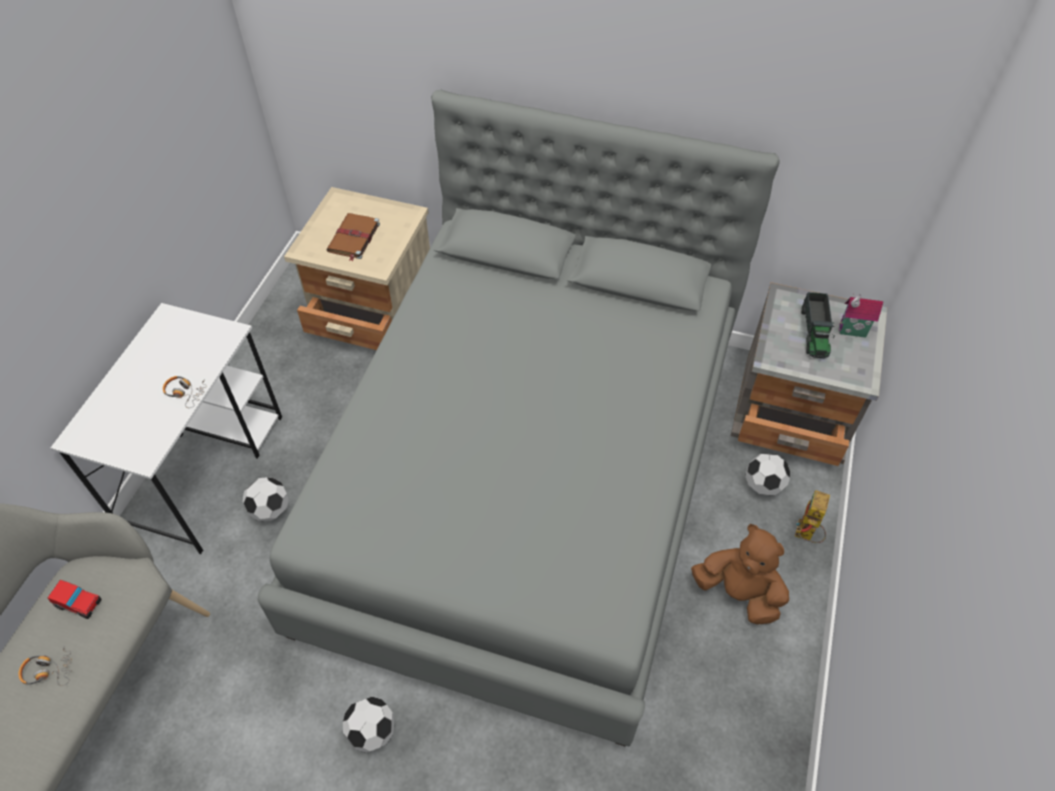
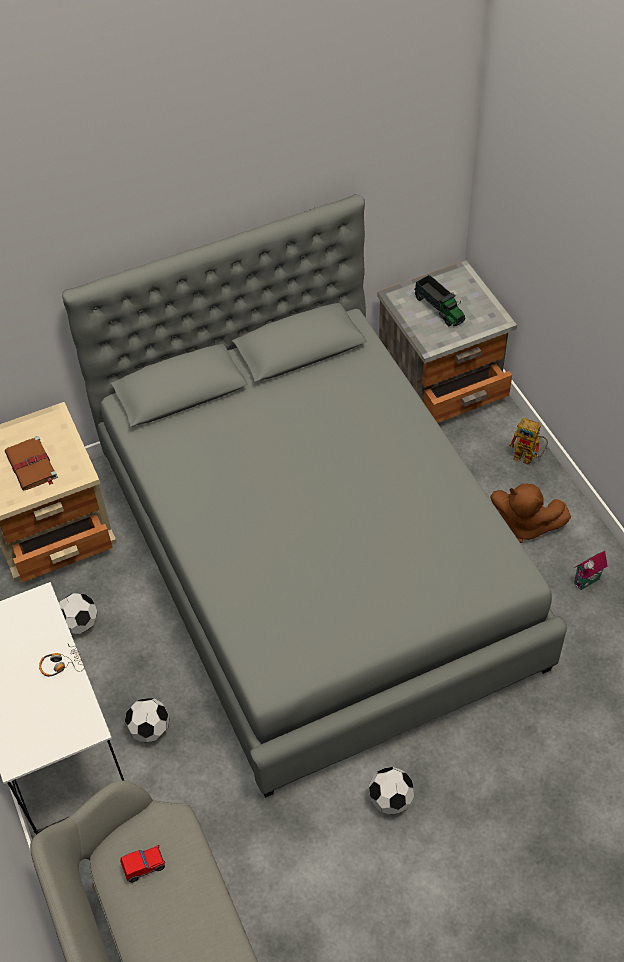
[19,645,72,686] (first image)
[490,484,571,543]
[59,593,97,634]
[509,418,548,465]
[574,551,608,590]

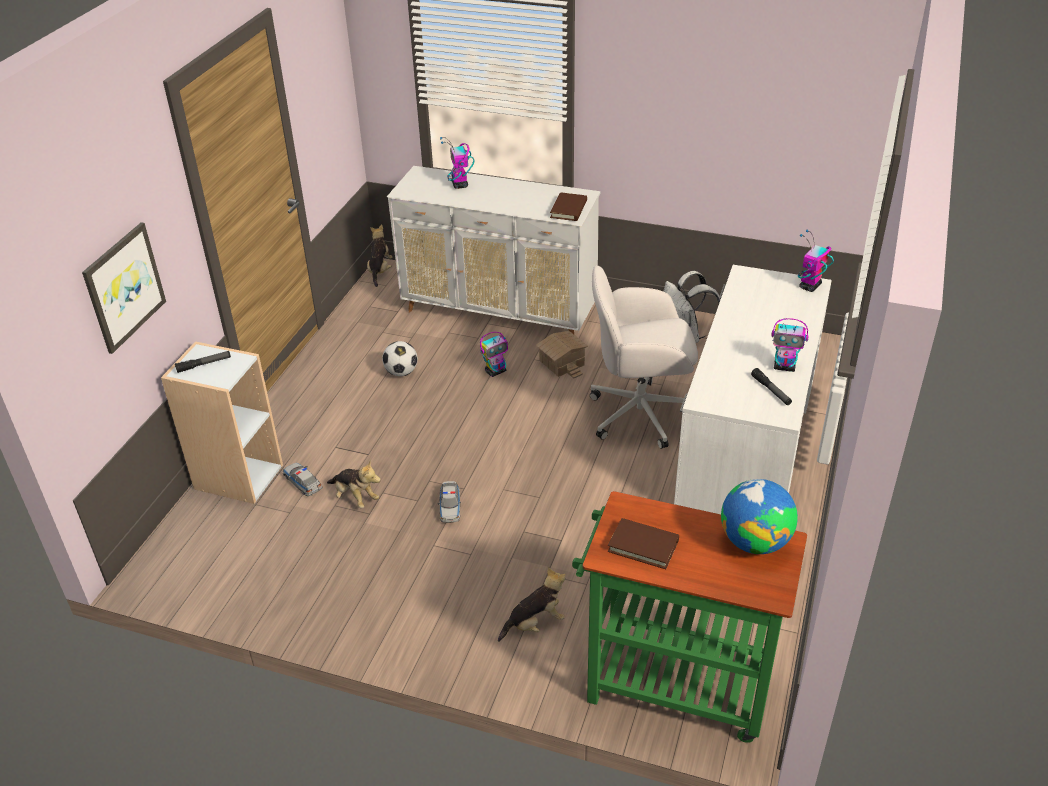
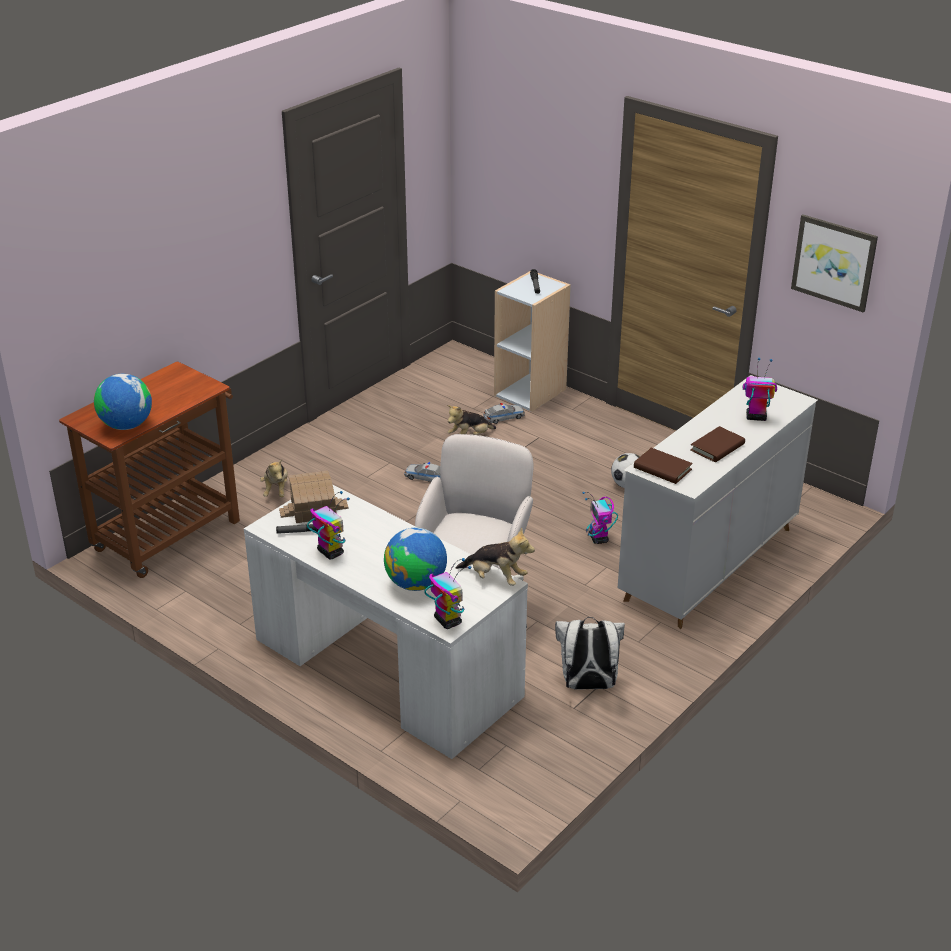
[791,215,878,313]
[456,527,535,586]
[279,471,349,523]
[59,362,240,578]
[690,426,745,462]
[307,491,350,559]
[384,528,447,591]

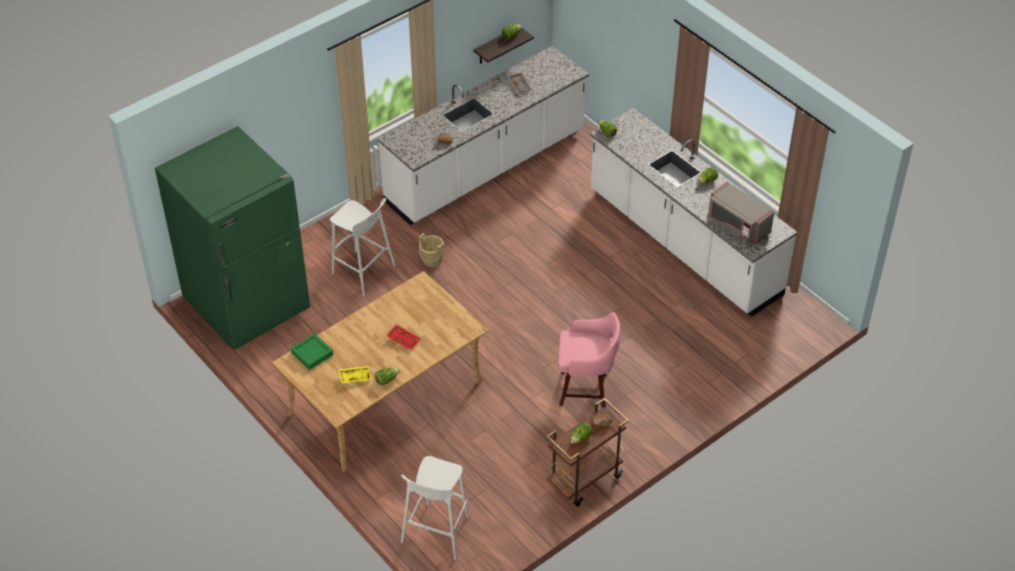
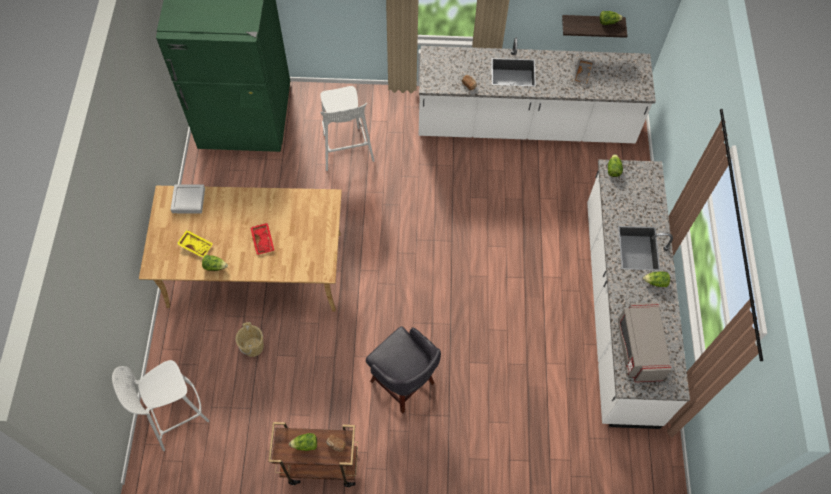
[171,184,205,214]
[236,322,264,357]
[366,326,441,414]

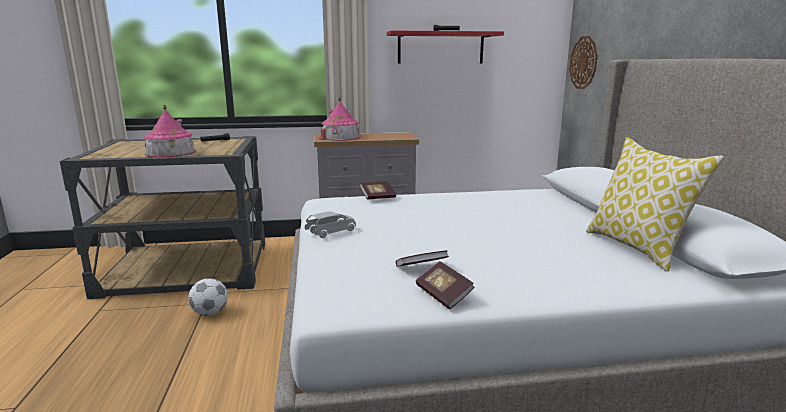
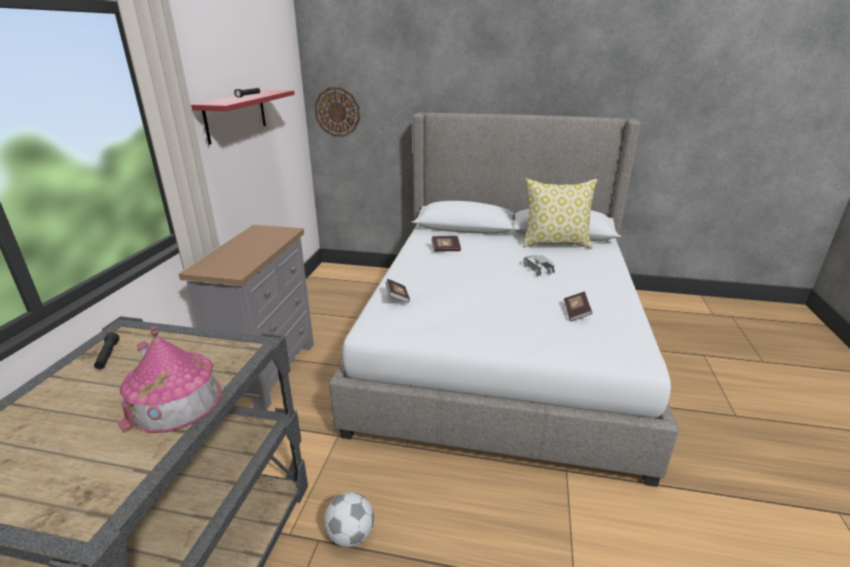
[523,255,555,276]
[318,97,361,141] (first image)
[431,236,461,252]

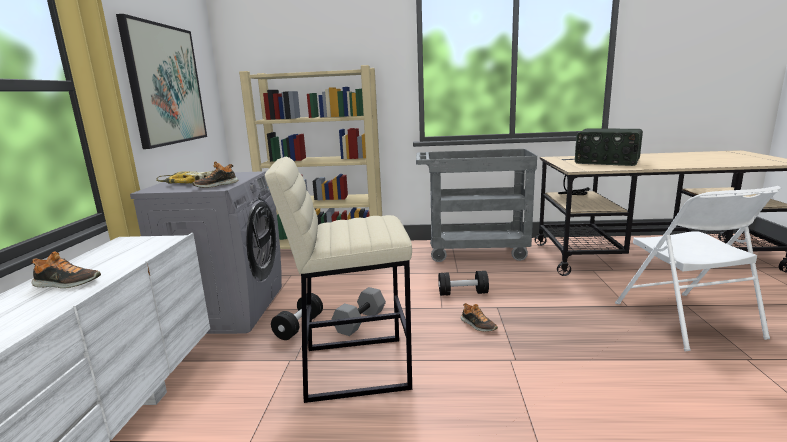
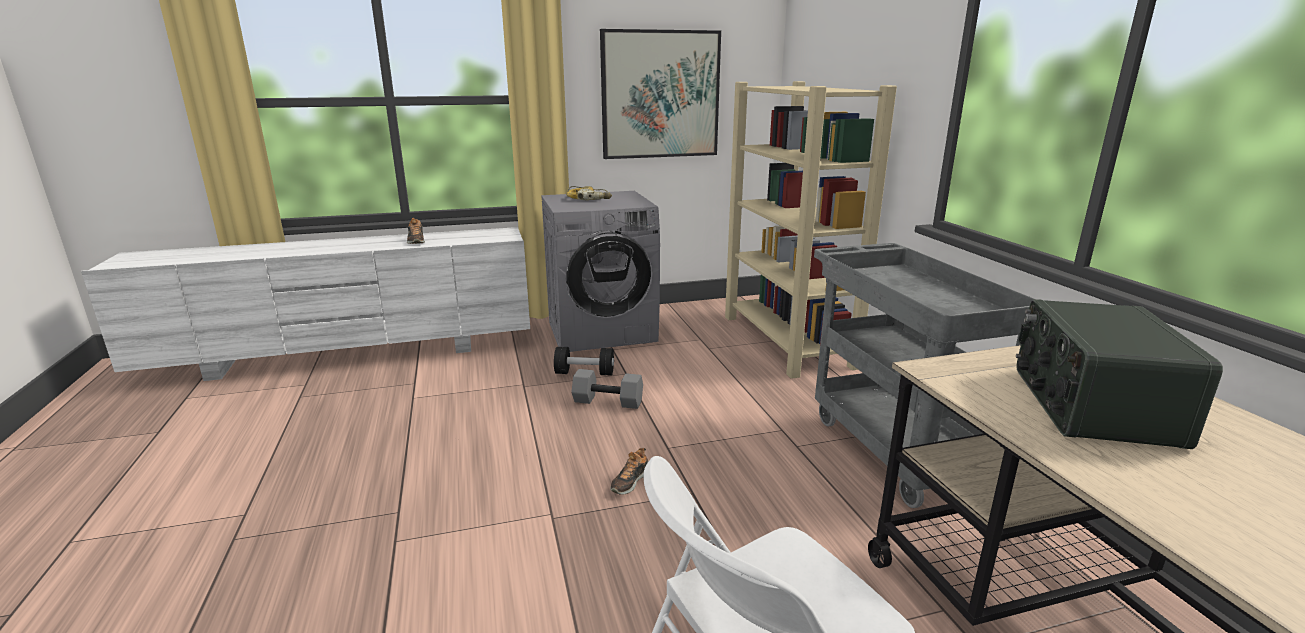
[192,161,238,188] (first image)
[265,157,412,403] (first image)
[438,271,489,296] (first image)

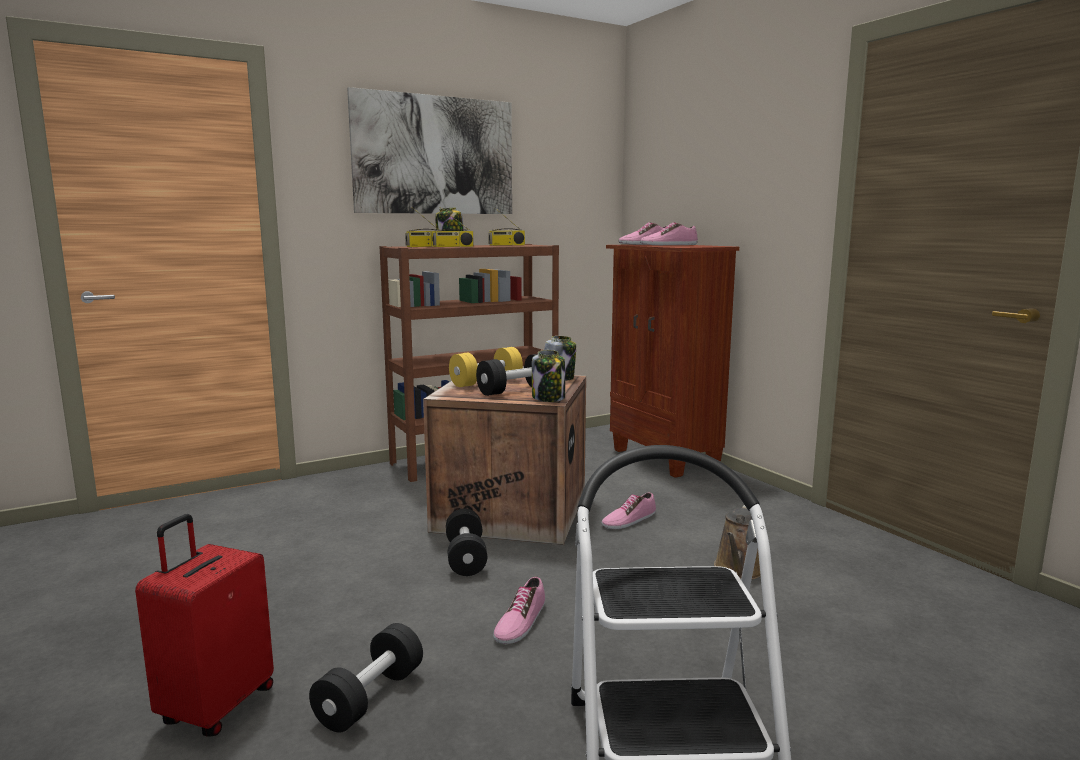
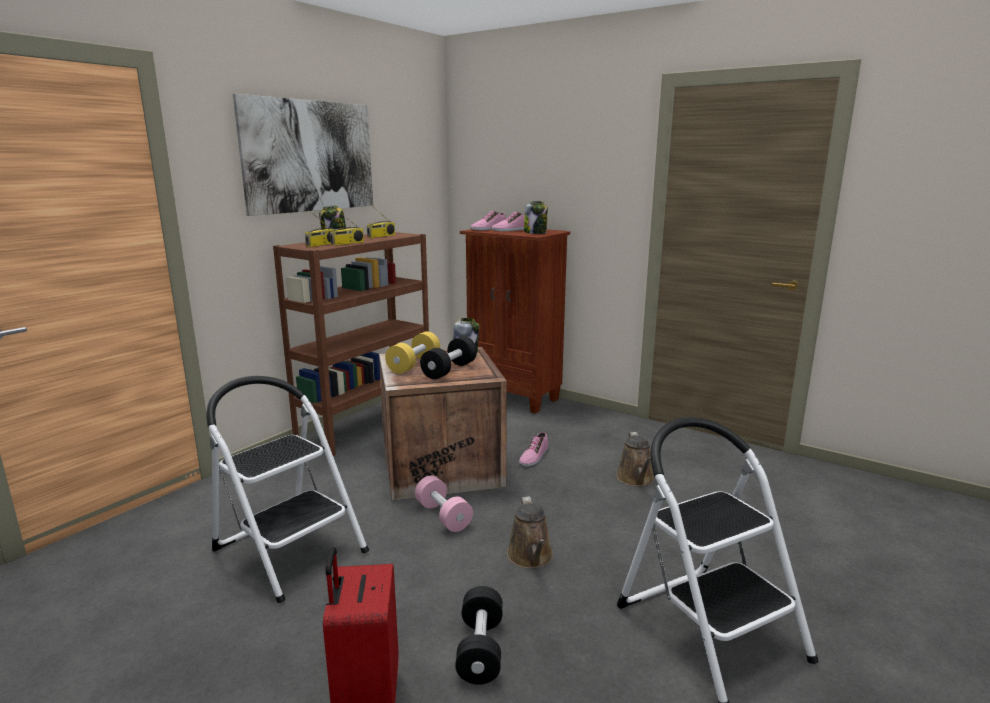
[415,475,473,532]
[507,496,554,569]
[524,201,548,234]
[206,376,369,603]

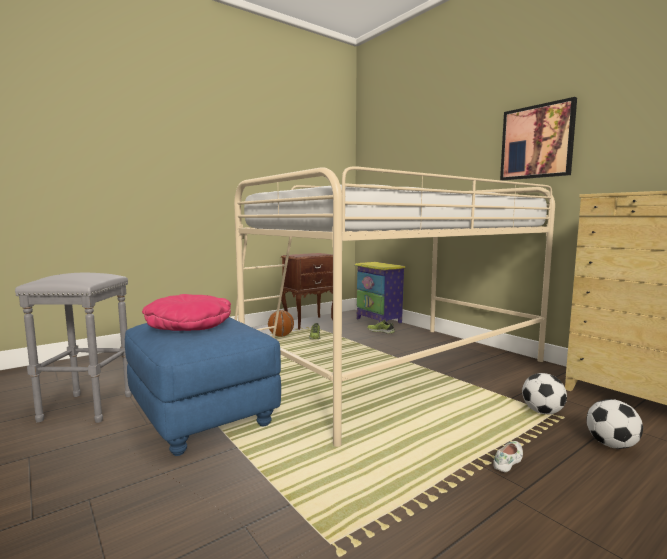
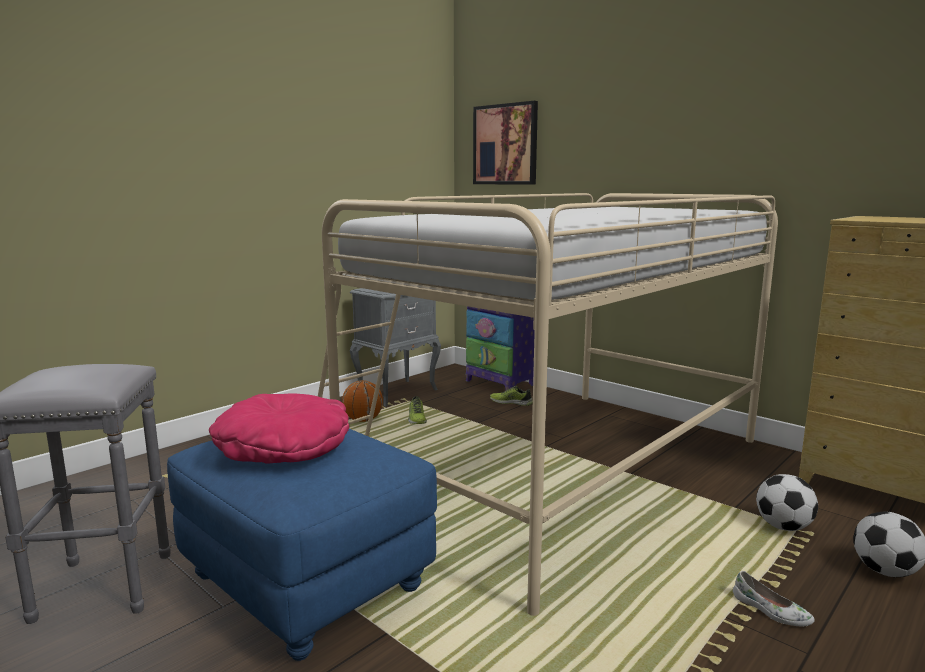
[350,288,441,407]
[733,571,815,626]
[473,101,538,184]

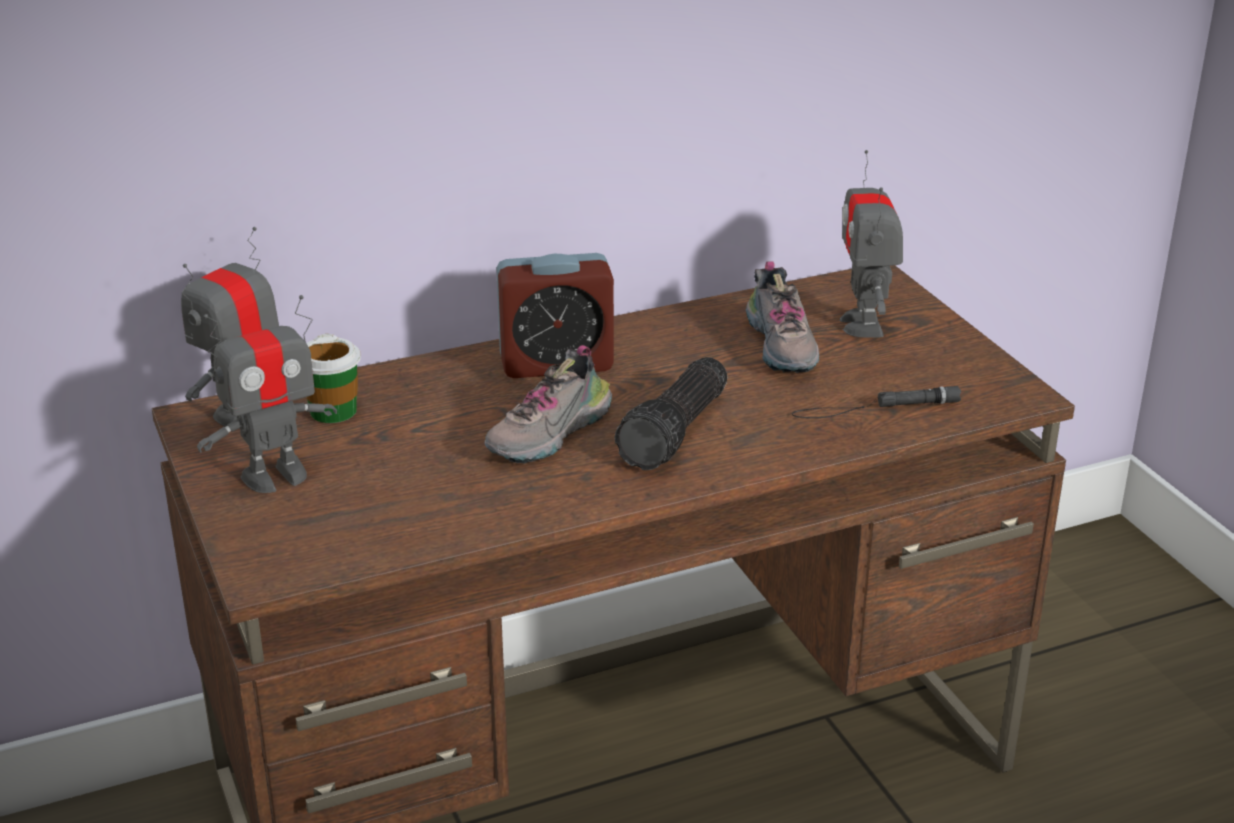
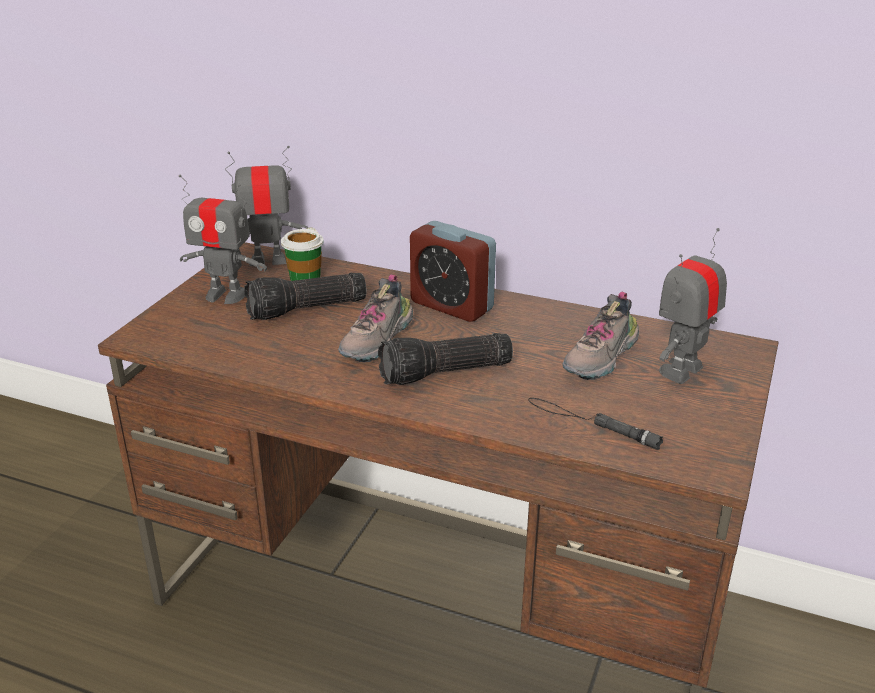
[338,274,413,362]
[244,273,367,320]

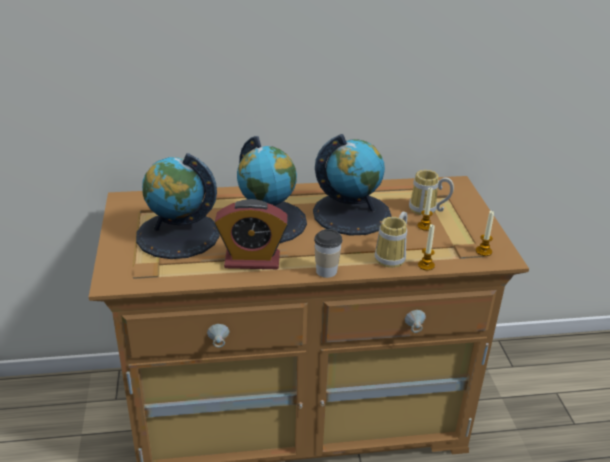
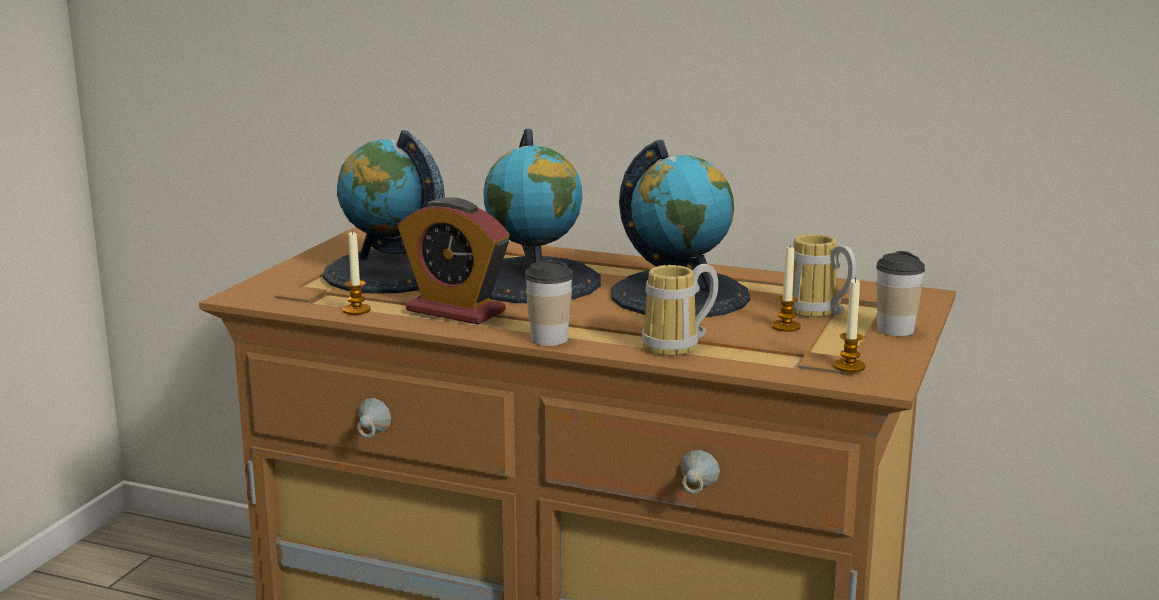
[343,230,371,315]
[876,251,925,336]

